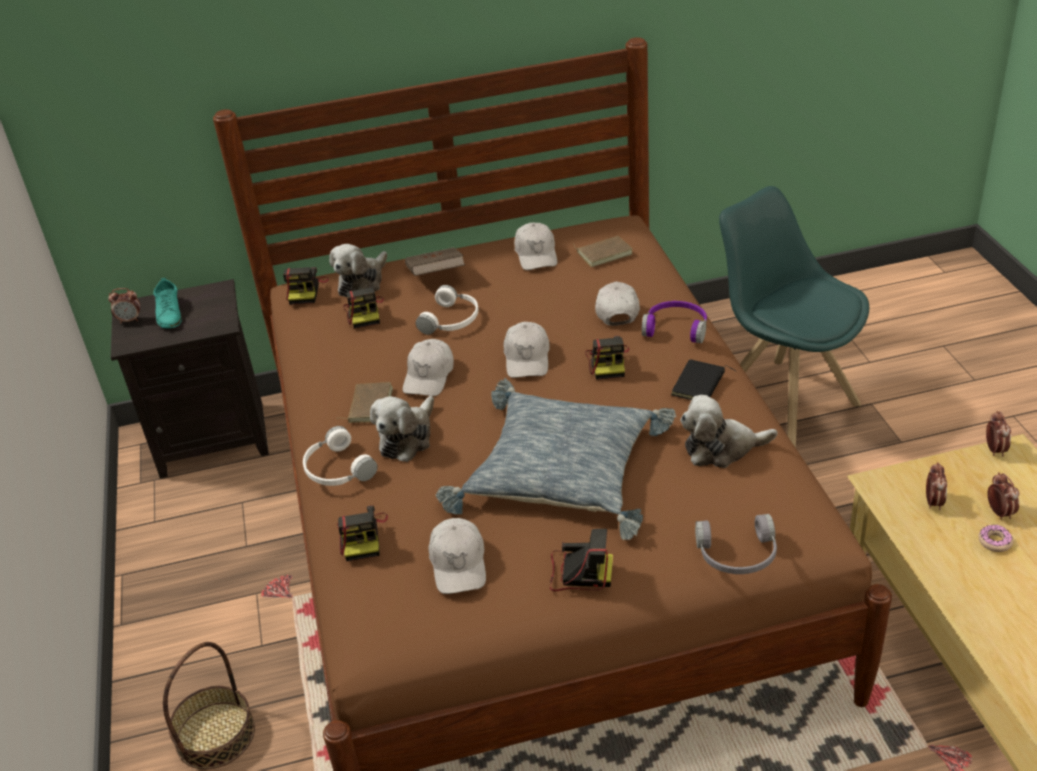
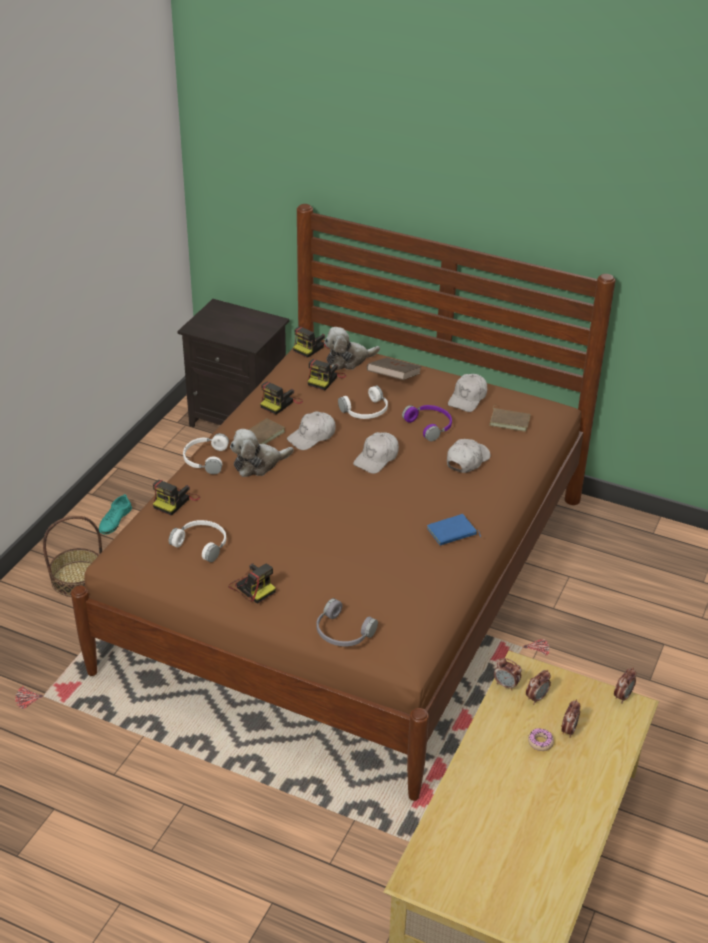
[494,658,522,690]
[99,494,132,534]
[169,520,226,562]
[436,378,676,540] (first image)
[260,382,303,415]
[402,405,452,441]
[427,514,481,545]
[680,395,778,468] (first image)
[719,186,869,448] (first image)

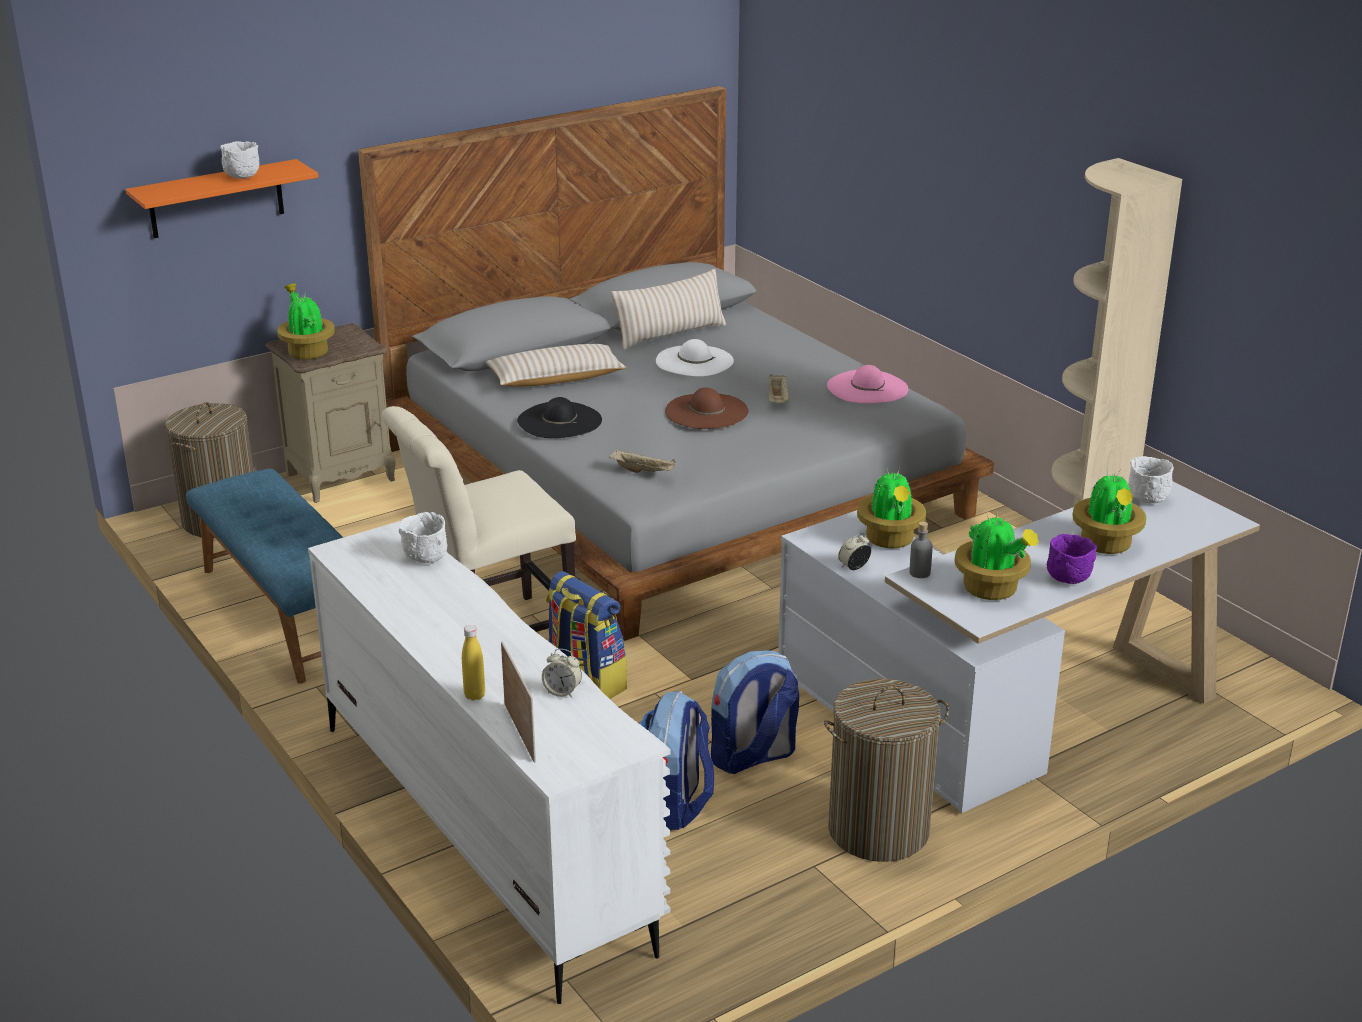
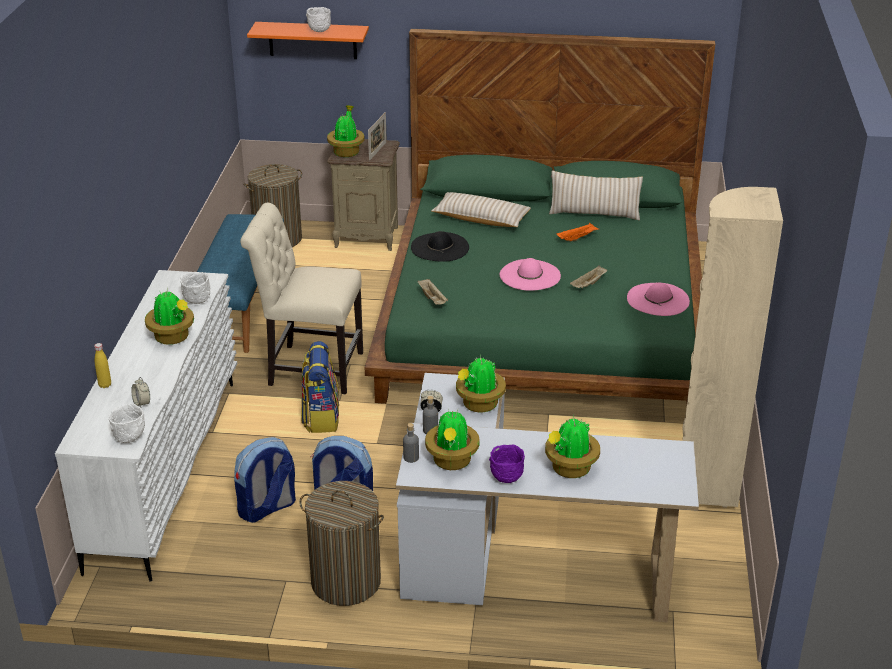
[365,29,715,406]
[368,112,387,161]
[556,223,599,241]
[500,258,561,291]
[108,403,145,443]
[145,290,194,345]
[403,423,419,463]

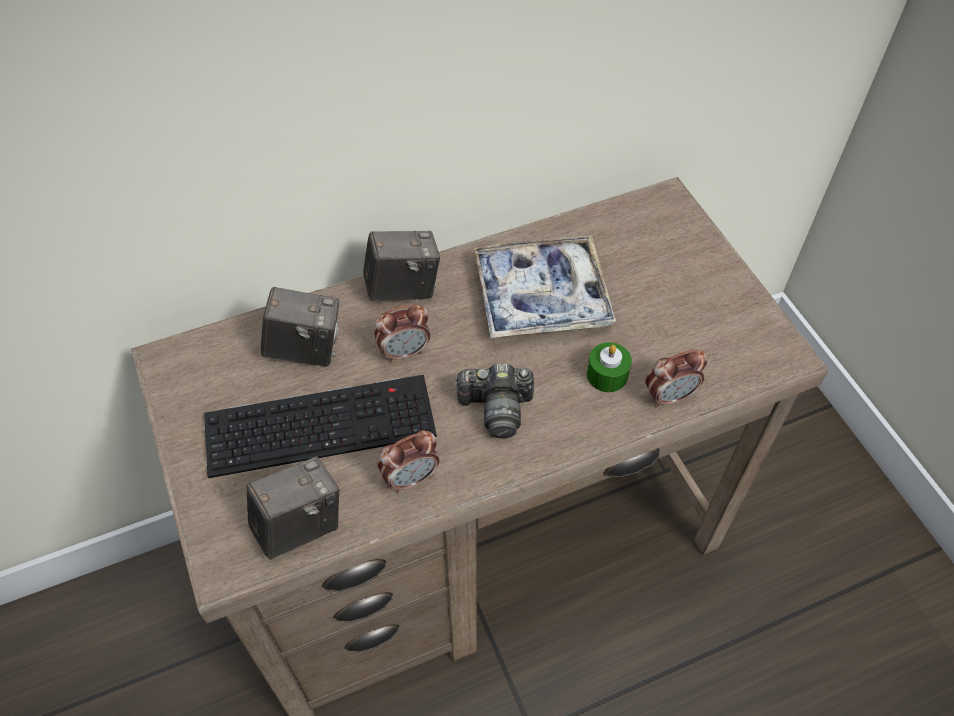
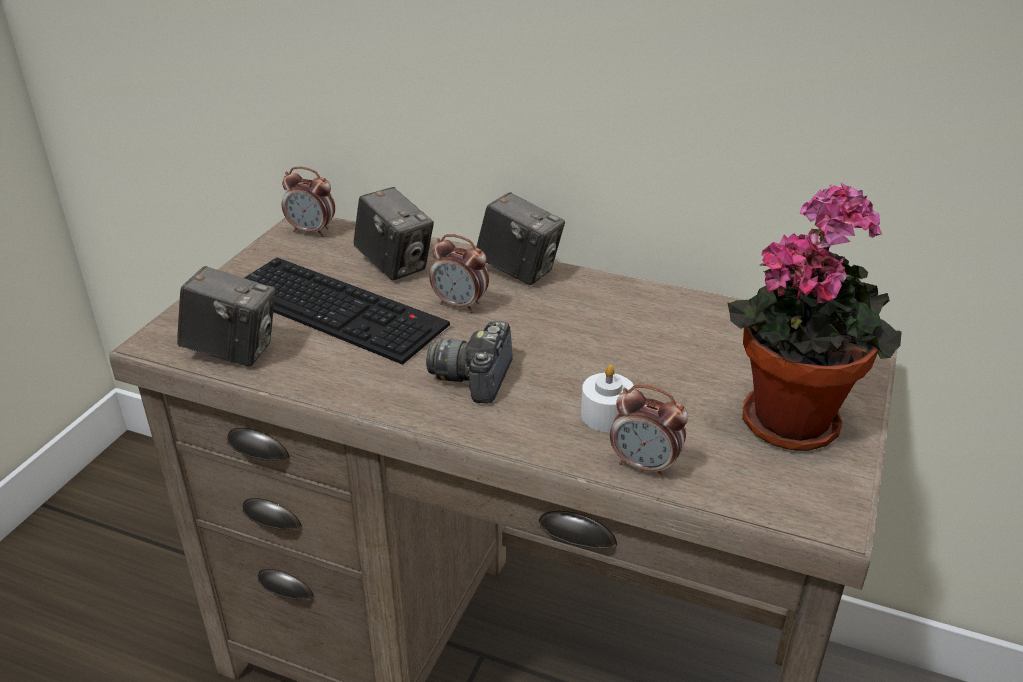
[282,167,335,237]
[426,321,513,404]
[474,235,616,338] (first image)
[581,365,634,432]
[727,182,902,451]

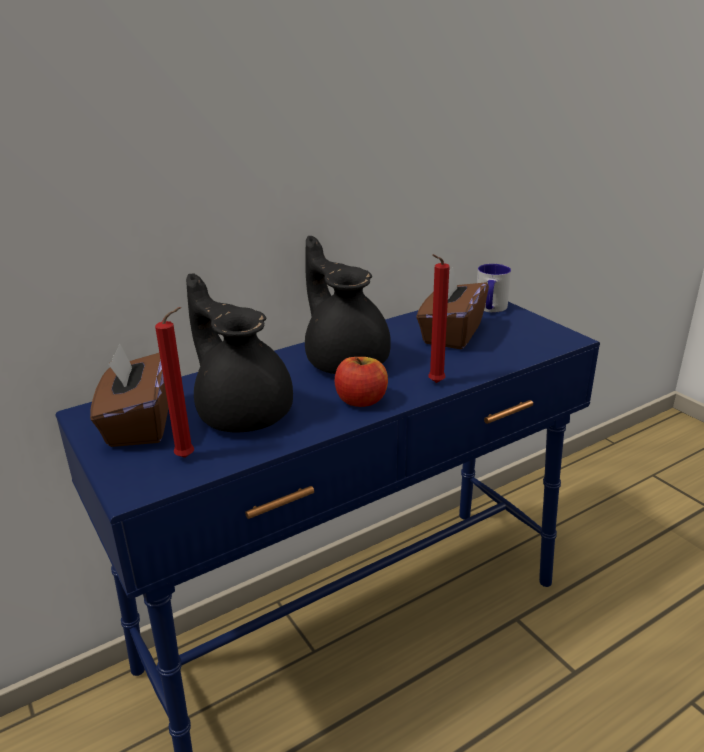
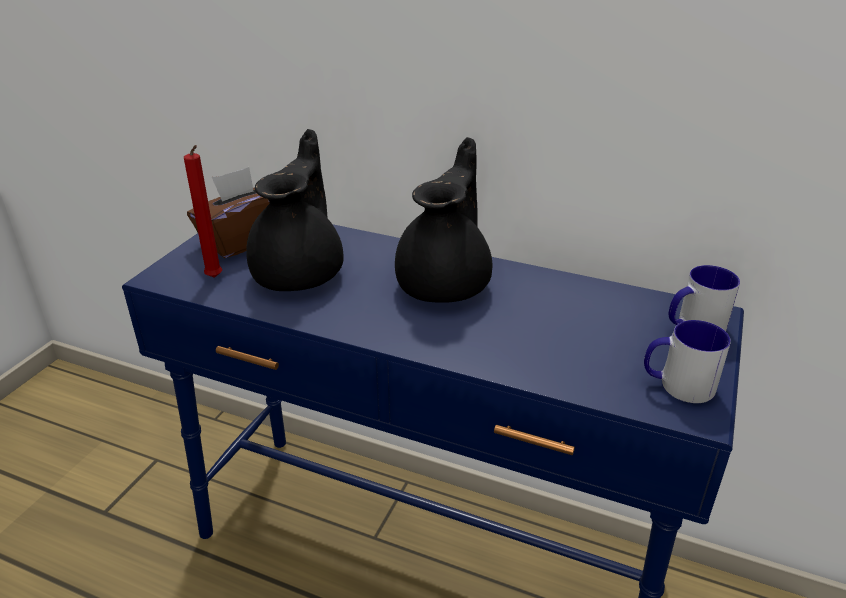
[335,357,388,407] (first image)
[416,267,489,349] (first image)
[428,254,450,383] (first image)
[644,320,731,403]

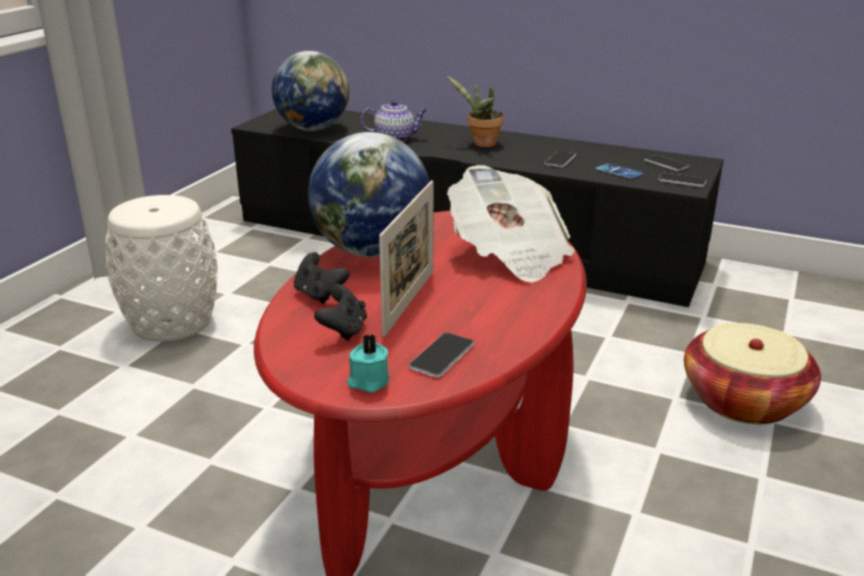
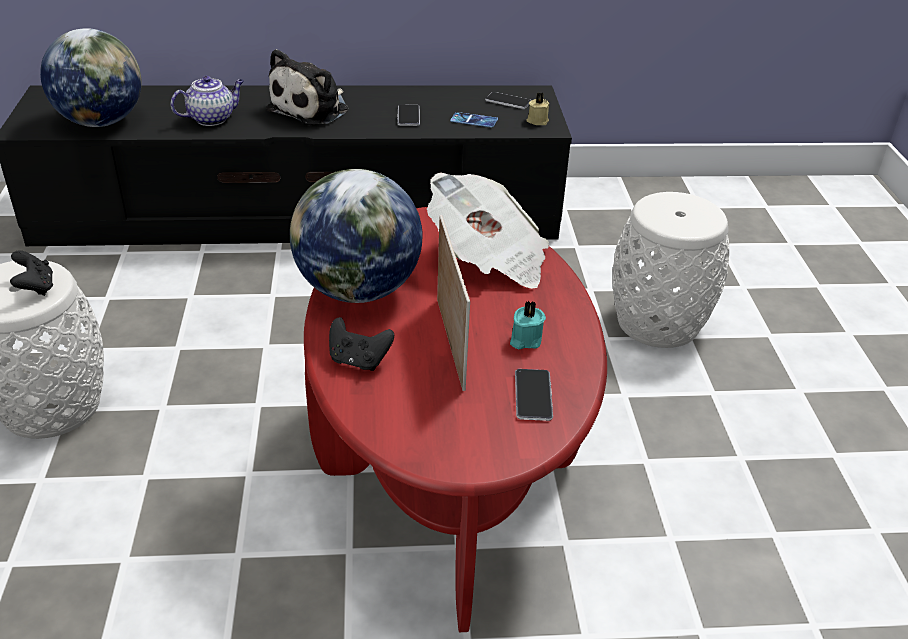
[10,251,53,296]
[510,301,546,349]
[266,49,349,125]
[527,92,549,125]
[612,192,729,348]

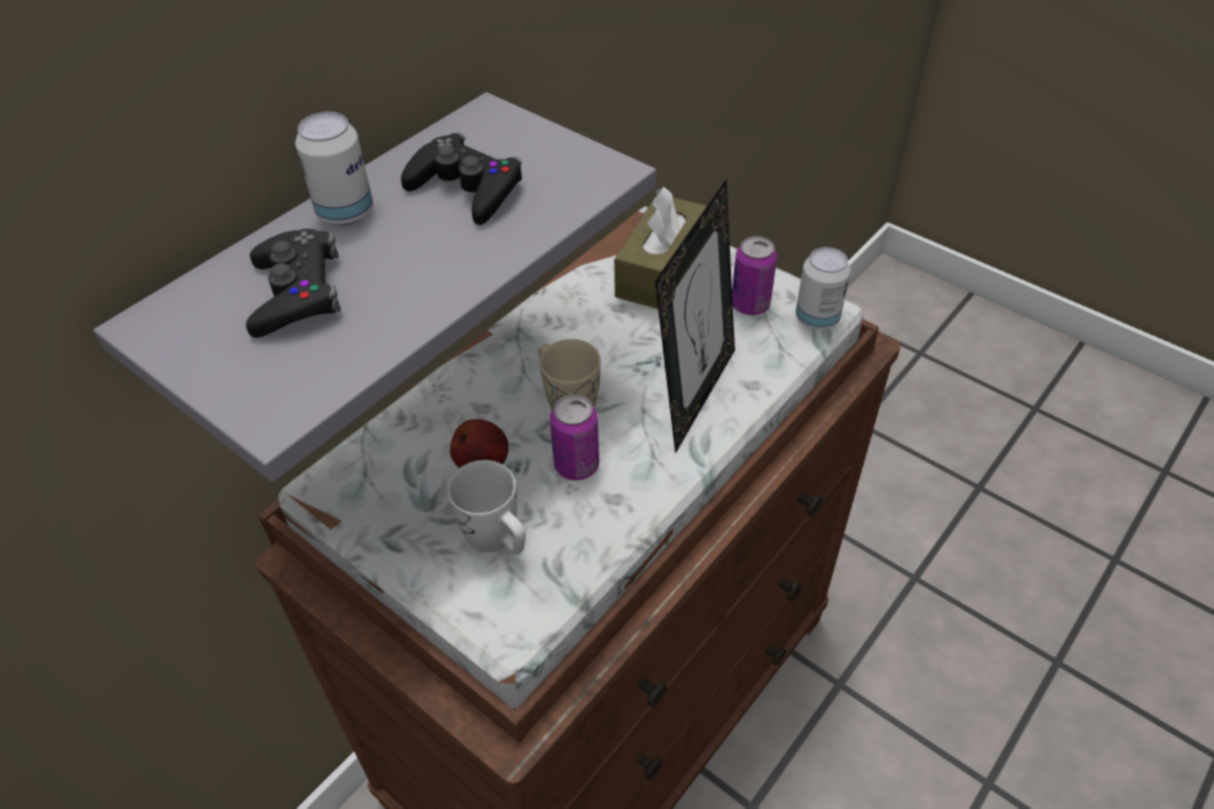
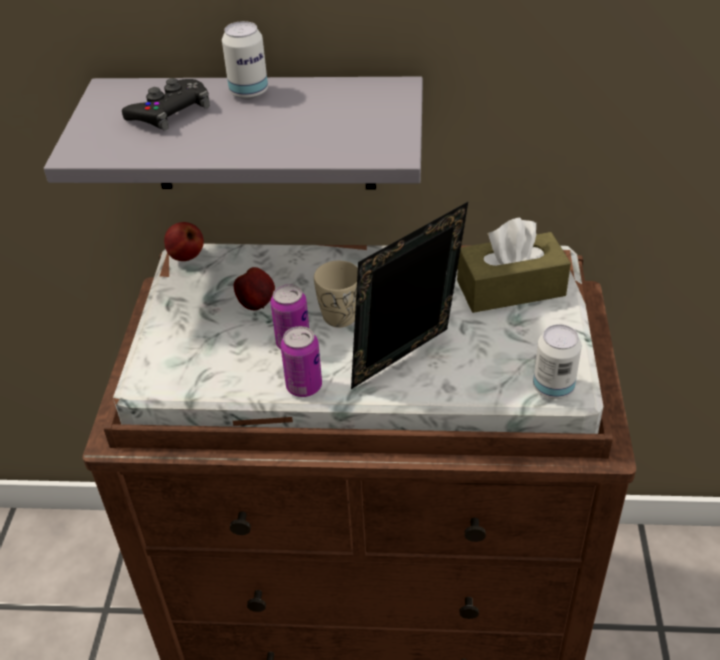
[401,133,522,225] (first image)
[447,460,526,555] (first image)
[351,202,468,389]
[281,326,322,397]
[164,222,204,261]

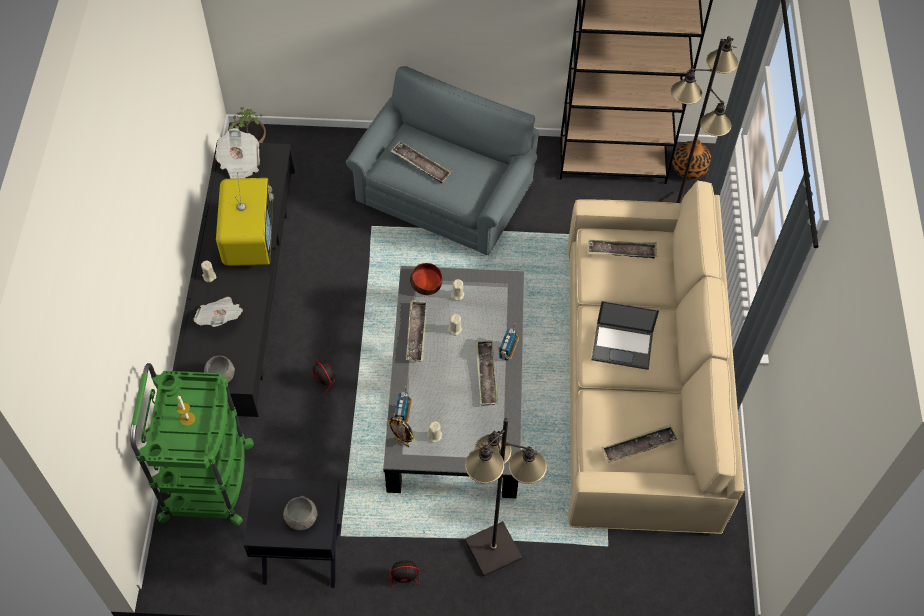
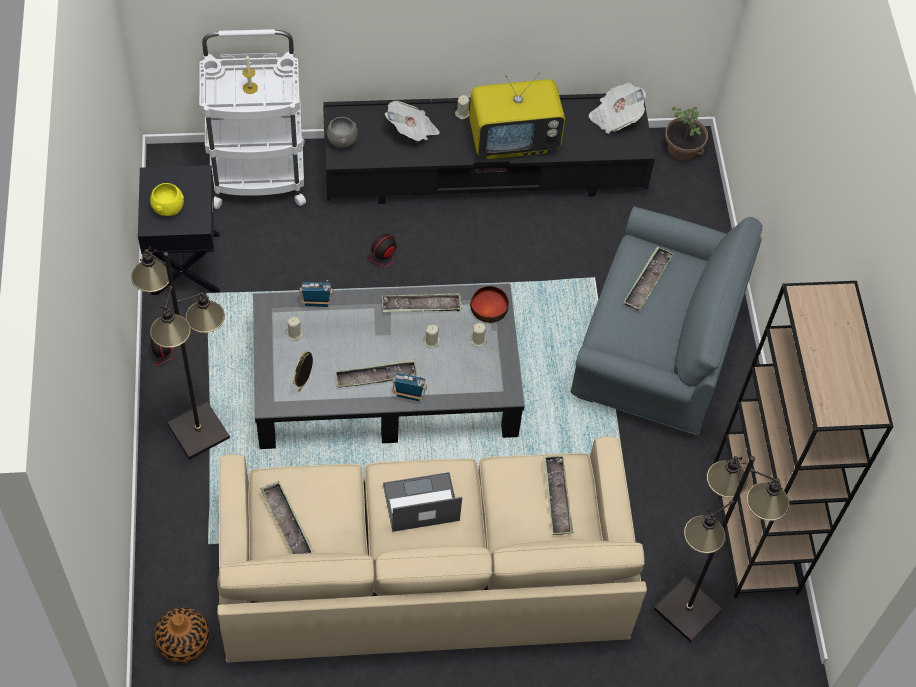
[199,29,306,209]
[150,183,184,216]
[293,351,313,392]
[383,472,462,532]
[154,607,210,663]

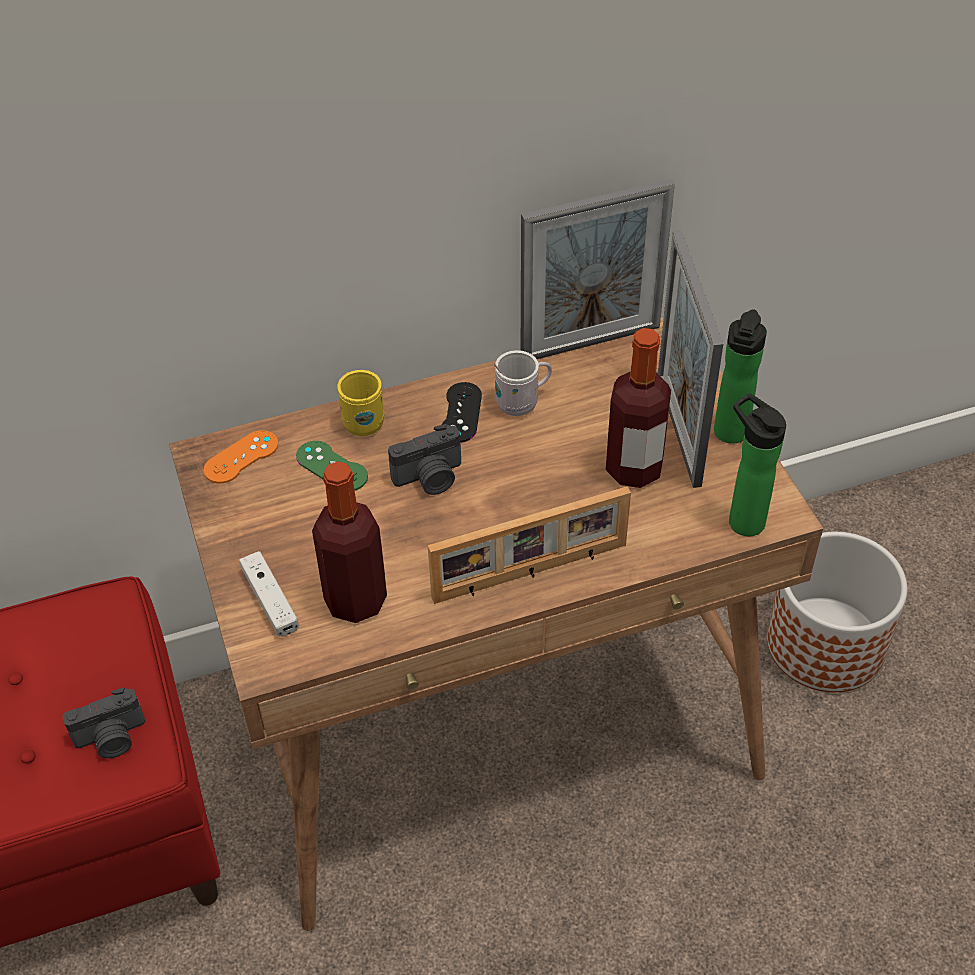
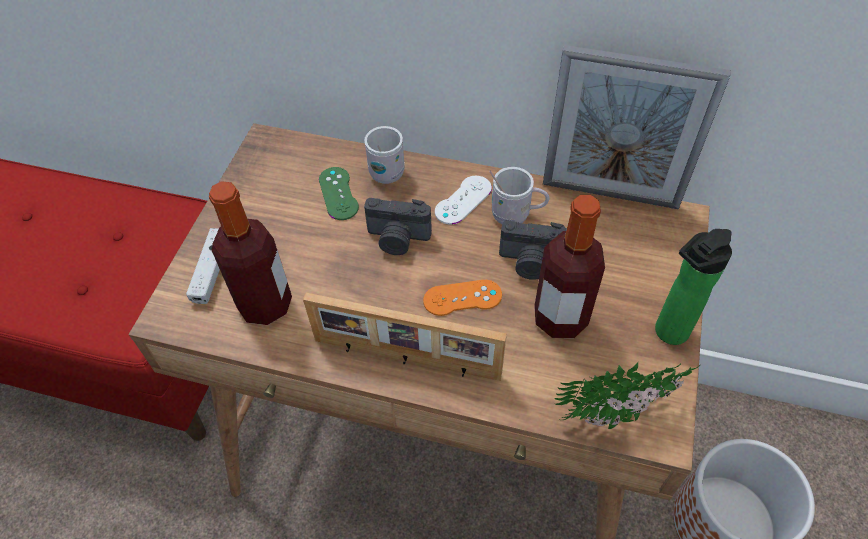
[499,221,567,280]
[423,280,502,316]
[364,126,405,184]
[435,176,492,225]
[658,231,723,488] (first image)
[555,362,701,429]

